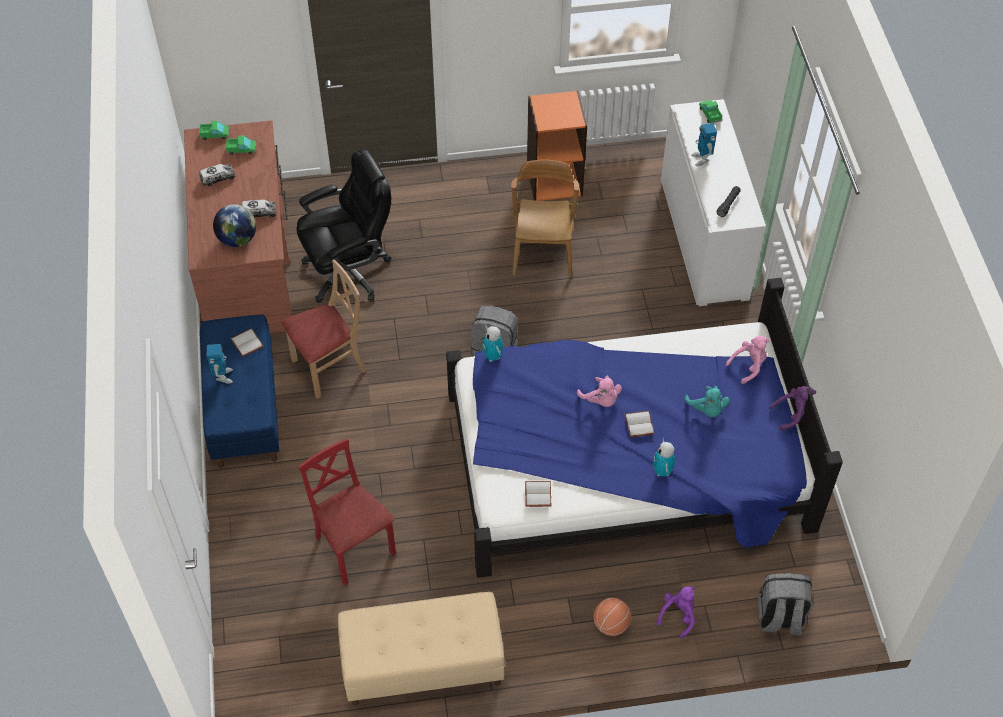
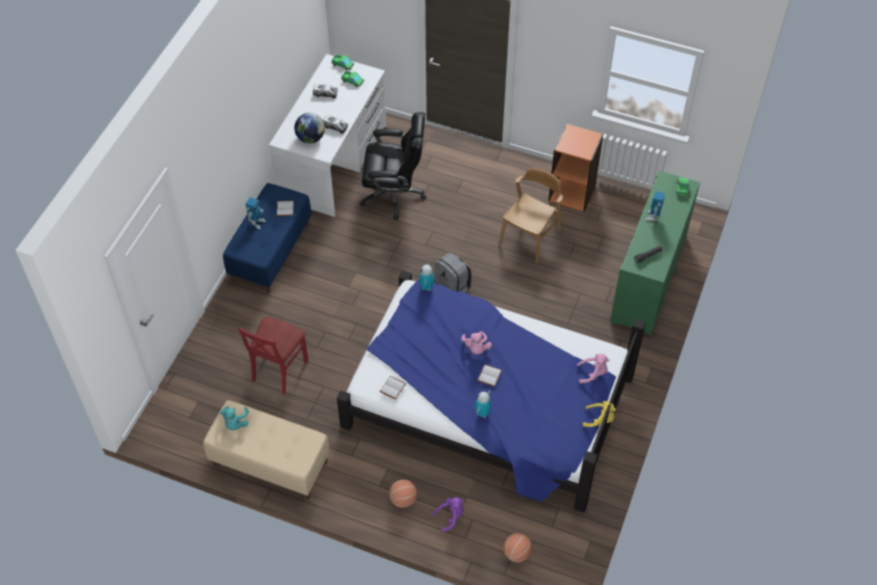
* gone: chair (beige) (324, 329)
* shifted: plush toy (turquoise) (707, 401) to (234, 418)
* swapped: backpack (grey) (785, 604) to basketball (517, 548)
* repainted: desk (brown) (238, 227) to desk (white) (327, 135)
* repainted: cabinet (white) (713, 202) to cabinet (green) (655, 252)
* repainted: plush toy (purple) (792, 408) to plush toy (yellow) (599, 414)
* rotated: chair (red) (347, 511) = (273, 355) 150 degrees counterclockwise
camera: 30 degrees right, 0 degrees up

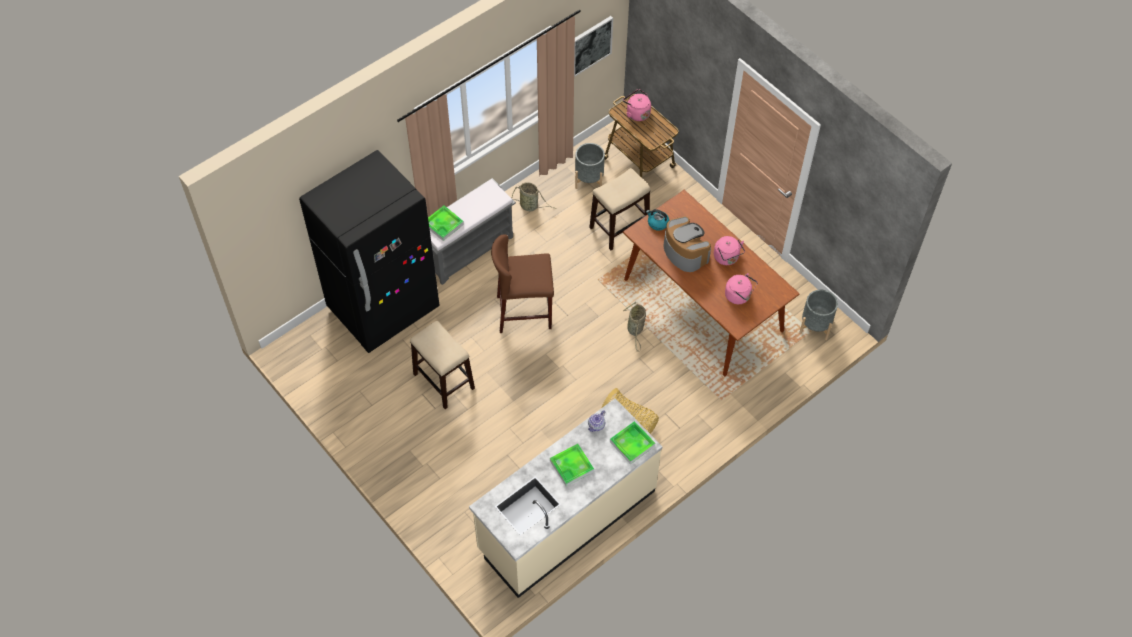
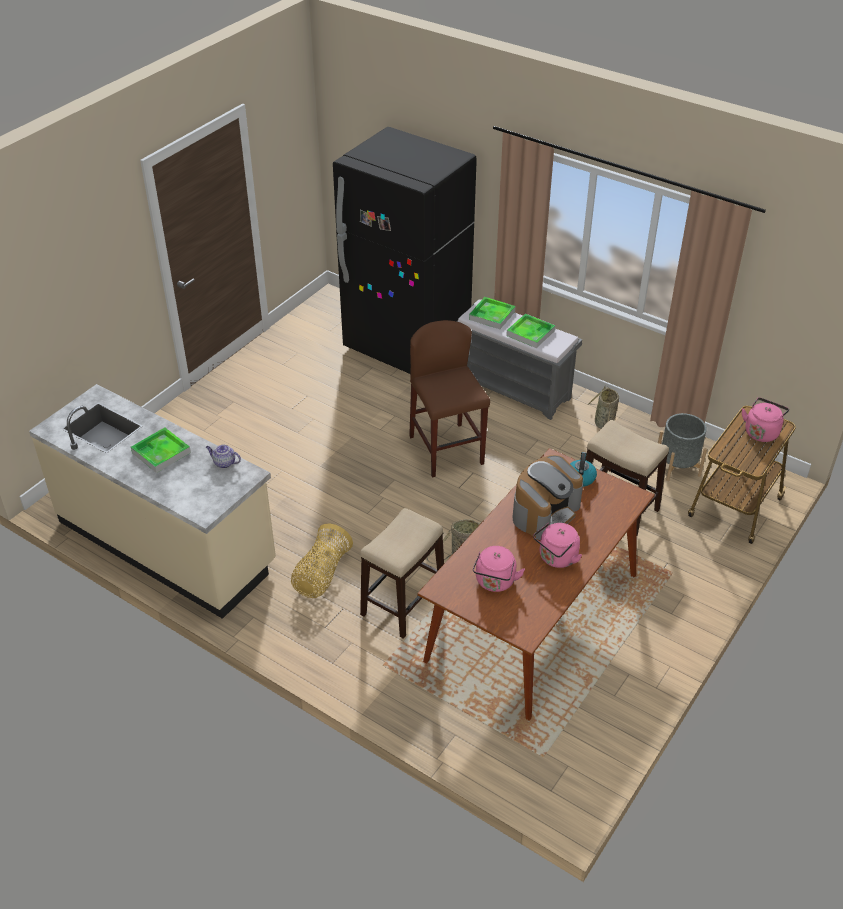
* gone: picture (593, 46)
* gone: planter (grey) (818, 314)
* shifted: stool (442, 365) to (402, 573)
* shifted: tray (632, 442) to (530, 331)
camera: 75 degrees right, 15 degrees down

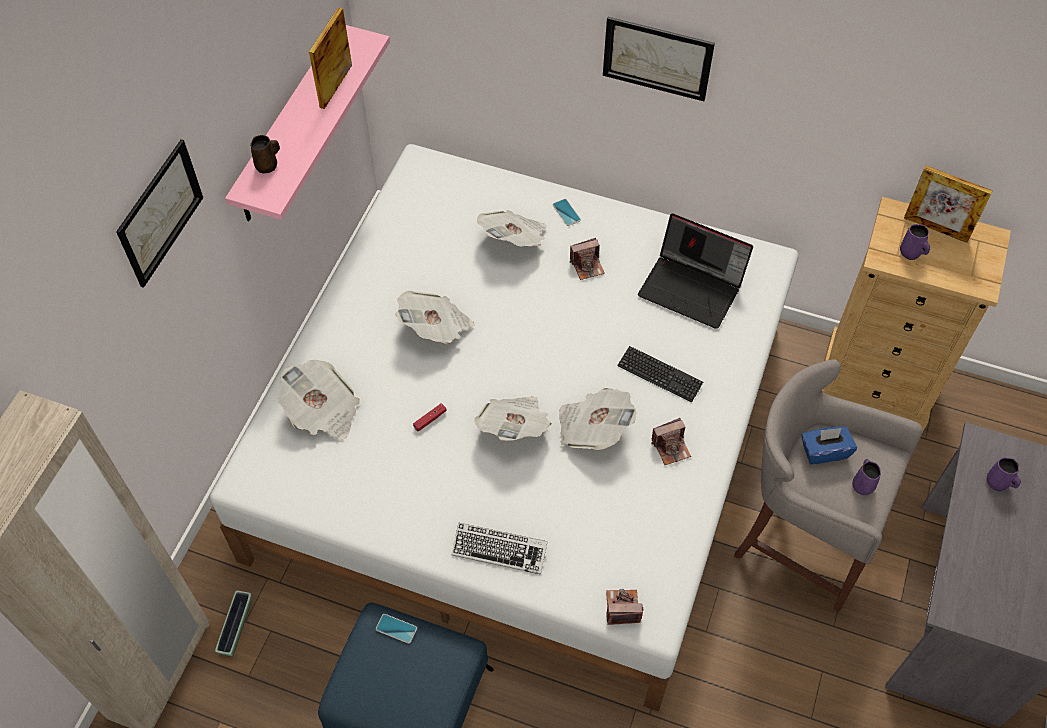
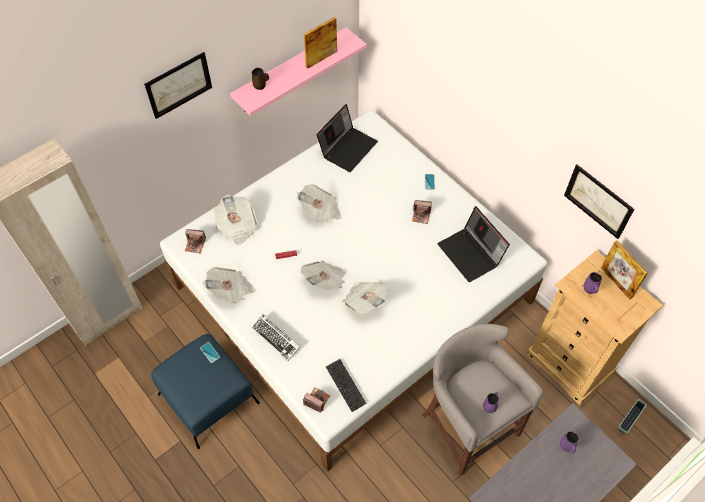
* gone: tissue box (blue) (829, 445)
* new: laptop (347, 138)
* shifted: planter (233, 623) to (632, 416)
* shifted: newspaper (512, 228) to (229, 285)
* shifted: picture (659, 59) to (599, 202)
* shifted: keyboard (660, 374) to (346, 385)
* shifted: photo camera (671, 441) to (195, 241)
camera: 30 degrees right, 0 degrees up

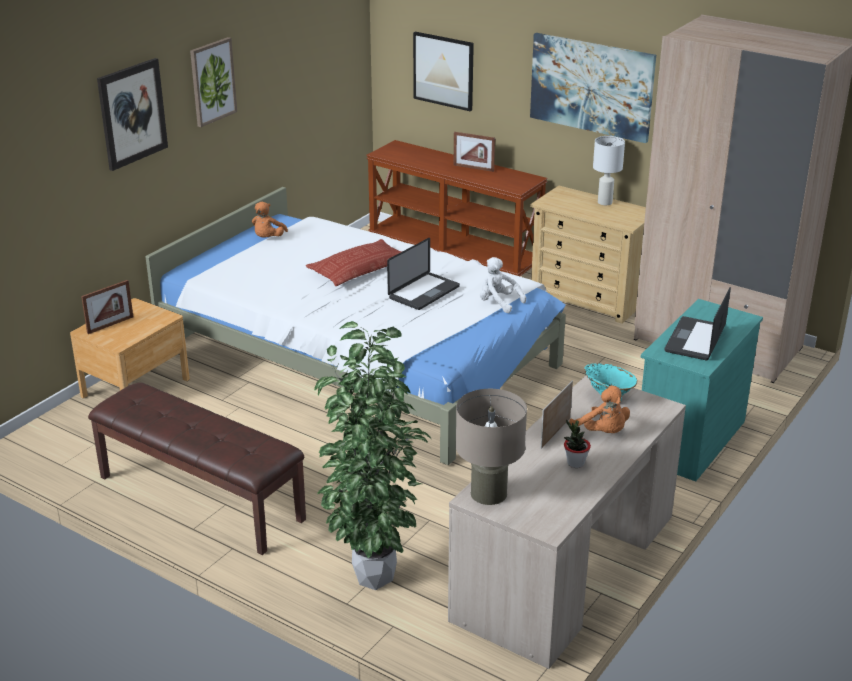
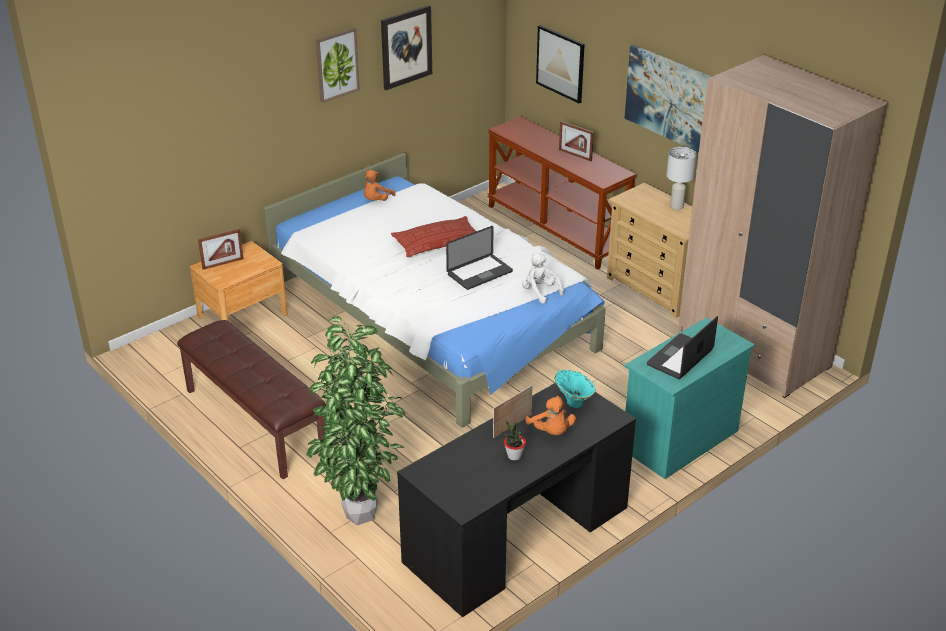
* gone: table lamp (beige) (491, 447)
* shifted: picture (132, 114) to (406, 47)
* repainted: desk (beige) (567, 522) to desk (black) (516, 500)
camera: 15 degrees right, 5 degrees up

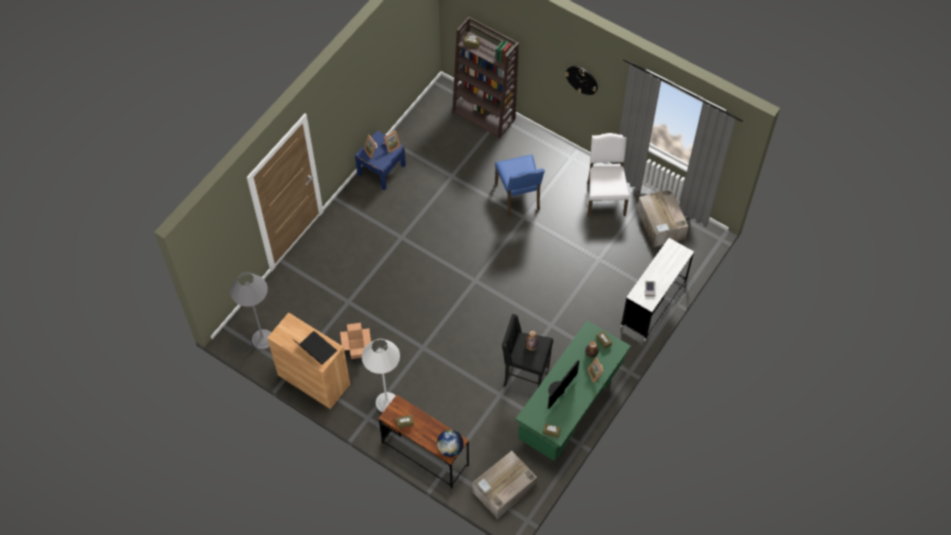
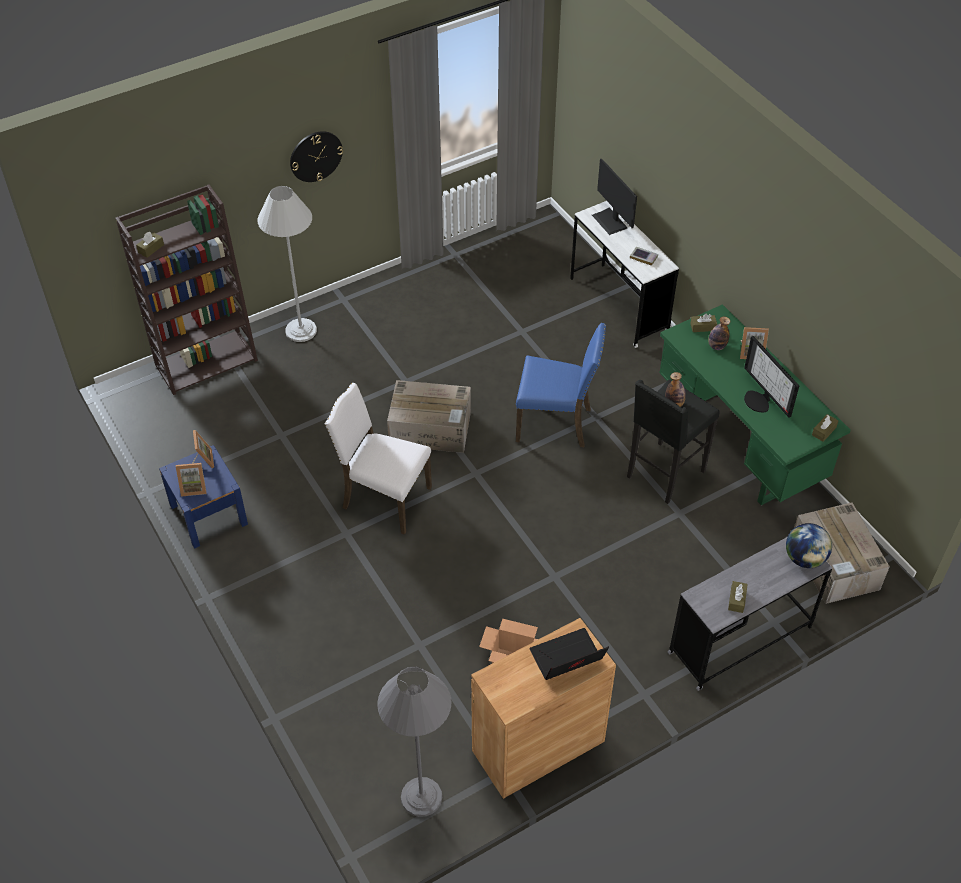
* new: monitor (614, 196)
* shifted: floor lamp (white) (381, 375) to (287, 264)
* shifted: chair (blue) (520, 186) to (561, 385)
* shifted: chair (white) (608, 175) to (378, 459)
* shifted: cardboard box (663, 218) to (429, 416)
* repainted: desk (brown) (423, 442) to desk (grey) (750, 614)
camera: 65 degrees left, 10 degrees down

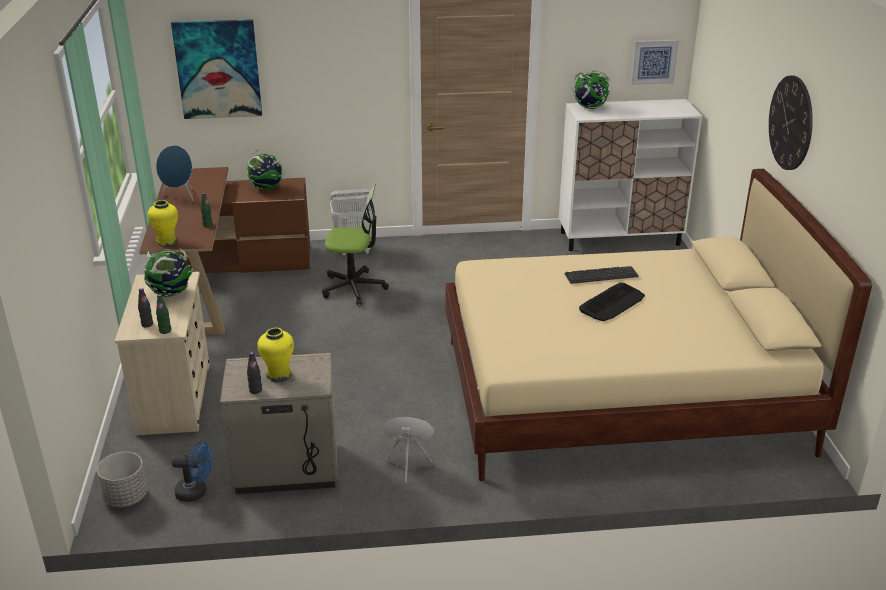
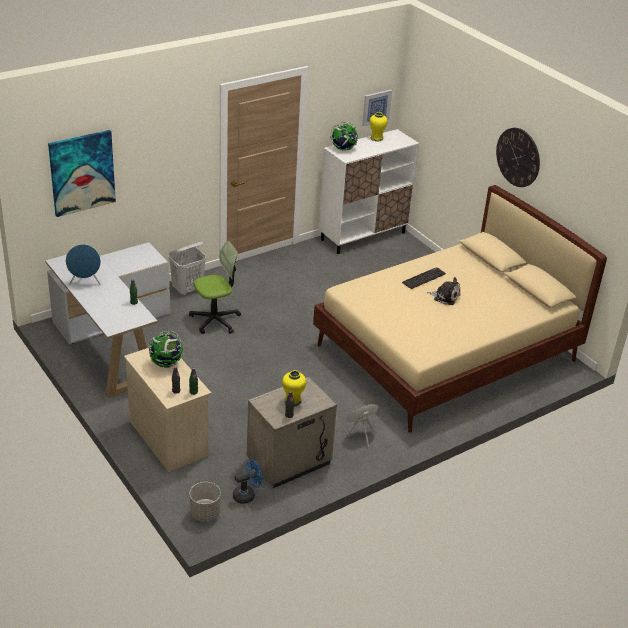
* gone: globe (265, 170)
* shifted: vase (yellow) (162, 223) to (378, 127)
* swapped: keyboard (612, 301) to plush toy (444, 291)
* repainted: desk (brown) (224, 251) to desk (white) (107, 320)
camera: 30 degrees left, 5 degrees up

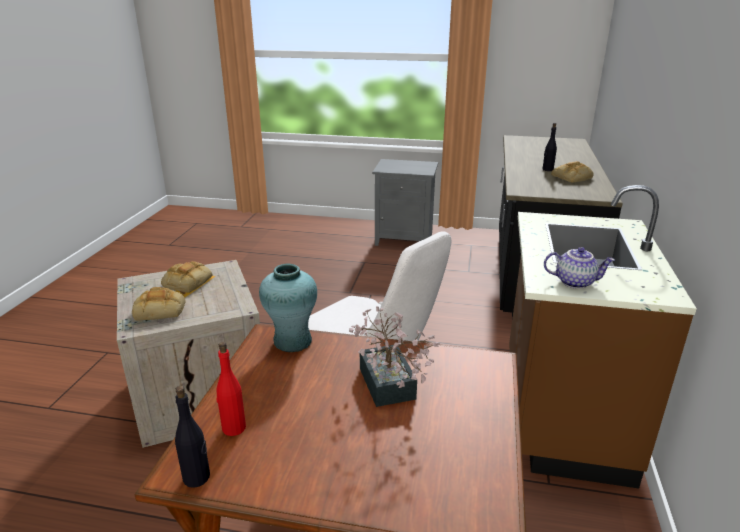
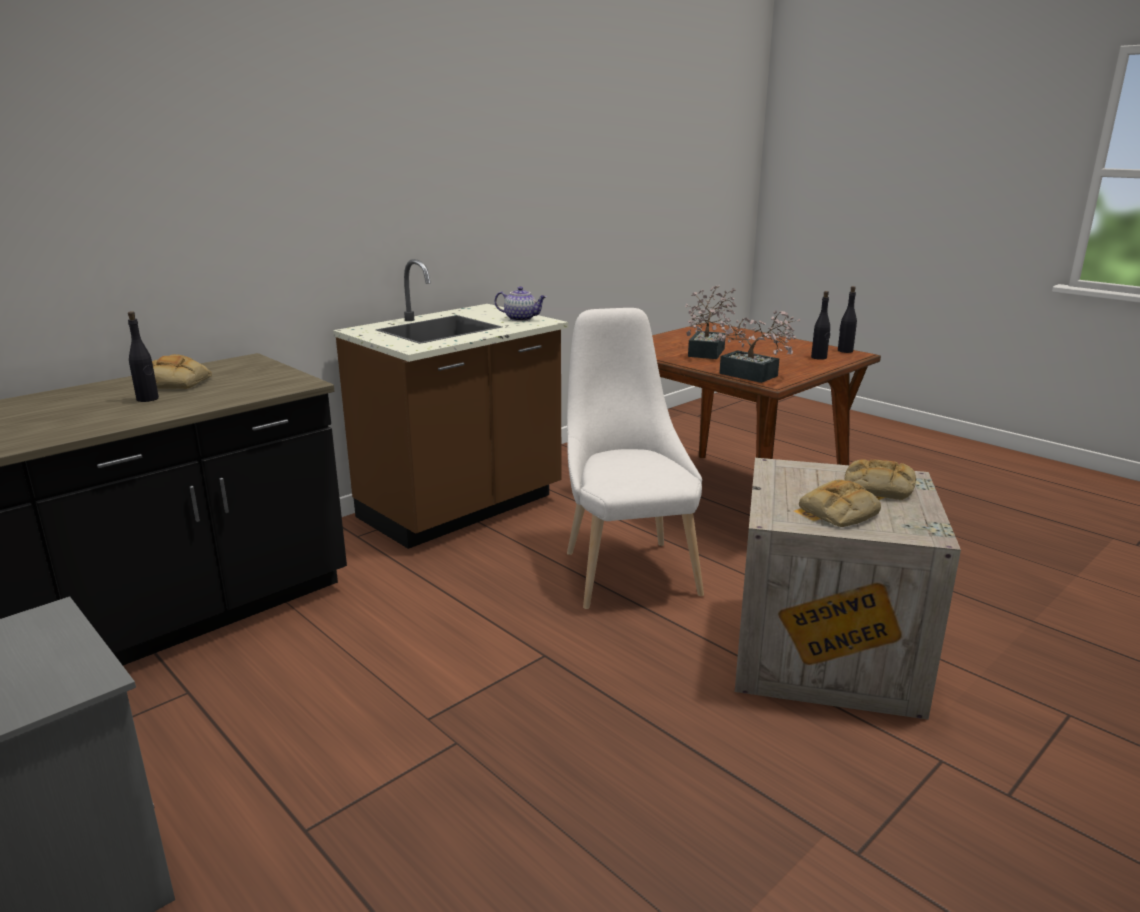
* swapped: vase (turquoise) (288, 308) to potted plant (756, 346)
* repainted: bottle (red) (231, 389) to bottle (black) (820, 325)
* rotated: teapot (579, 268) = (521, 303) 150 degrees clockwise
camera: 145 degrees left, 5 degrees down

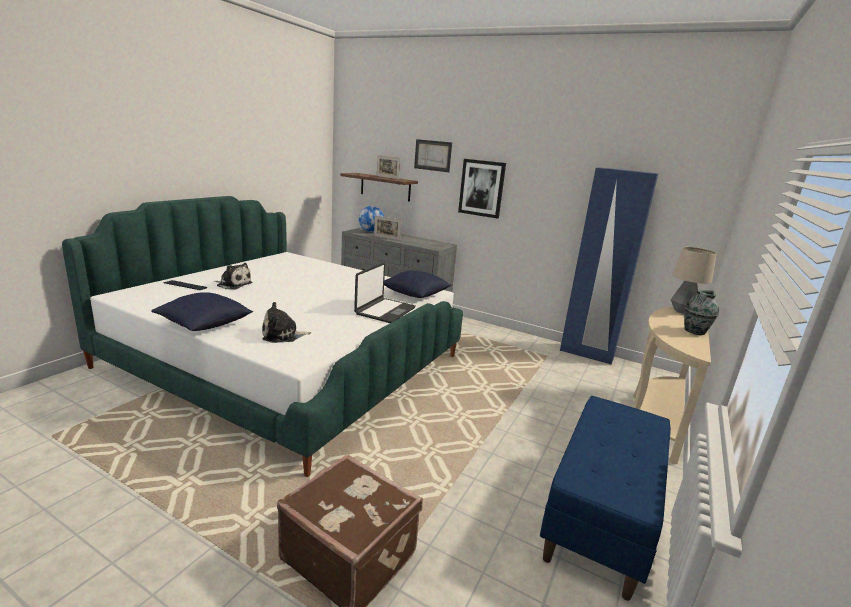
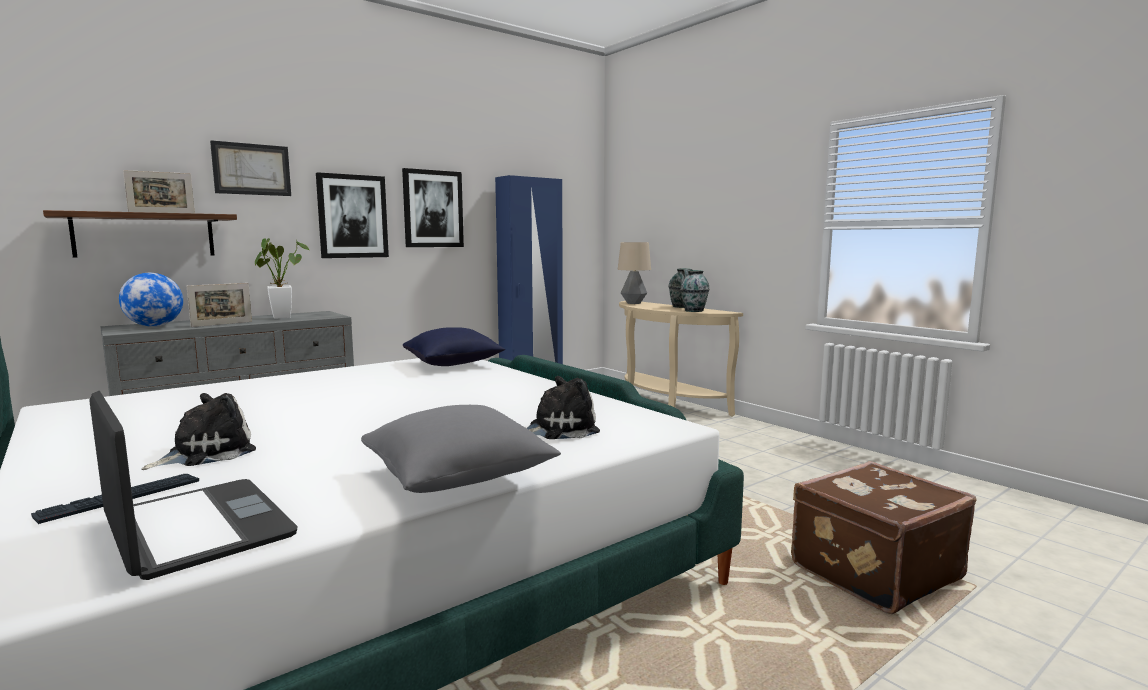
* gone: bench (blue) (605, 498)
* new: potted plant (281, 278)
* new: picture (433, 207)
* new: vase (694, 291)
* shifted: laptop (385, 293) to (193, 485)
* repainted: pillow (blue) (202, 311) to pillow (grey) (461, 449)
* rotated: plush toy (286, 322) = (563, 407) 120 degrees counterclockwise
camera: 65 degrees left, 10 degrees down

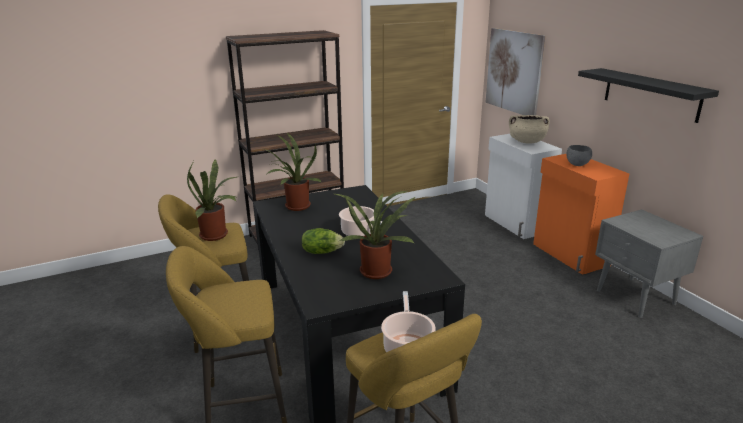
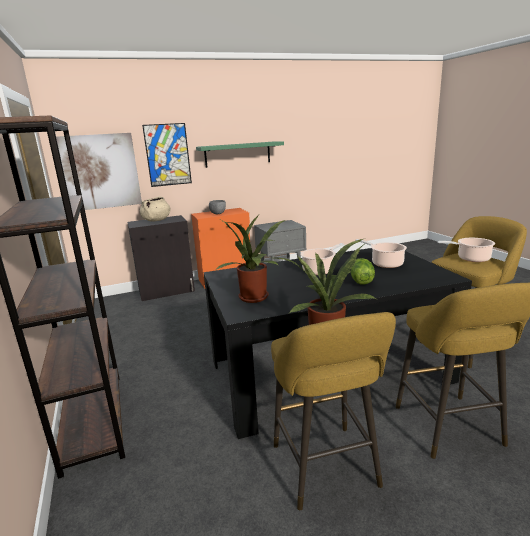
* new: picture (167, 155)
* swapped: potted plant (375, 235) to cooking pot (381, 253)
* repainted: cabinet (white) (523, 186) to cabinet (black) (161, 258)
* repainted: shelf (black) (648, 95) to shelf (green) (240, 154)
camera: 85 degrees left, 5 degrees down

